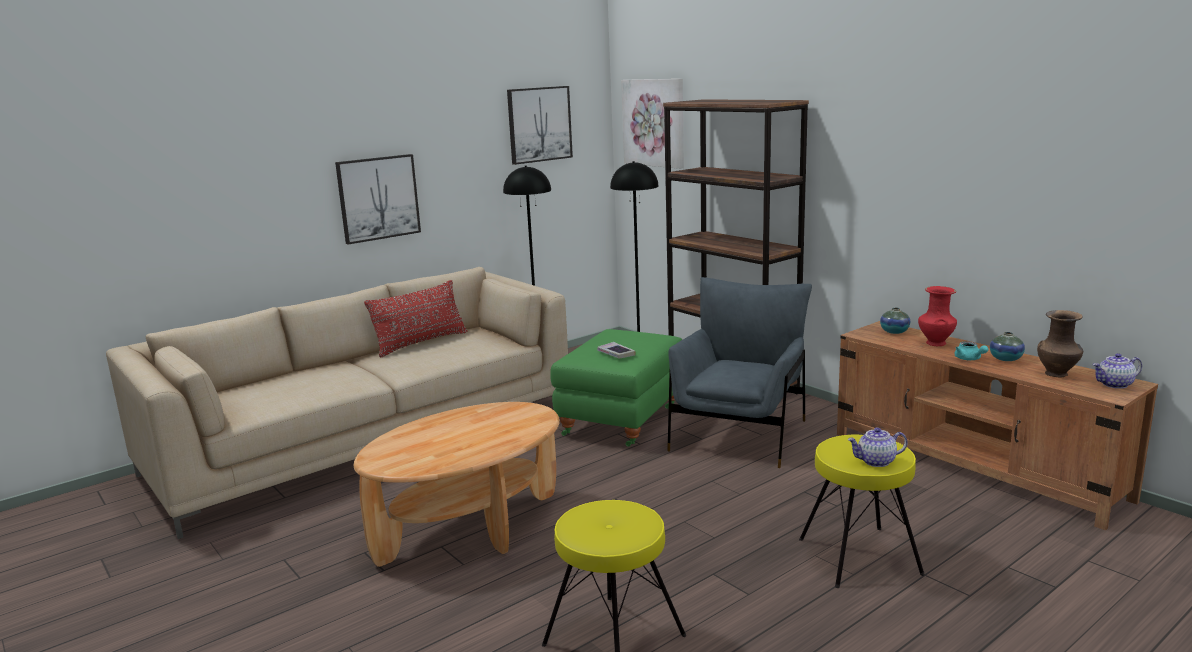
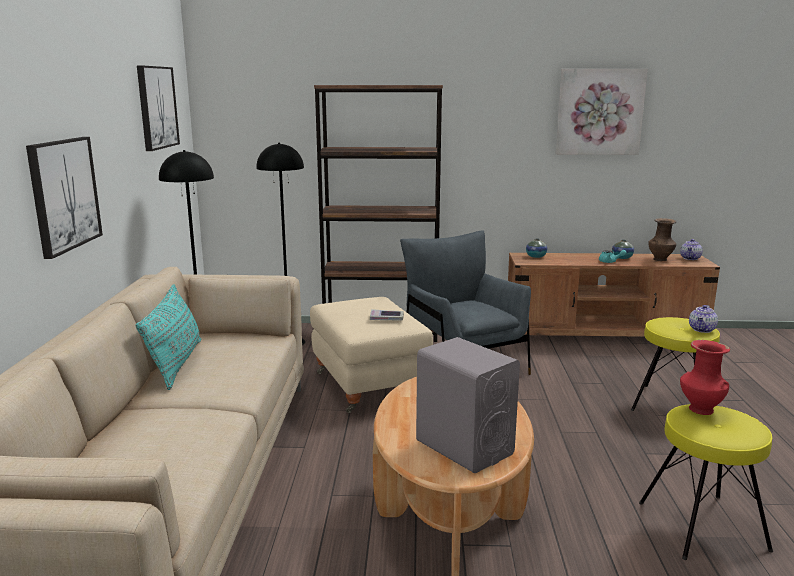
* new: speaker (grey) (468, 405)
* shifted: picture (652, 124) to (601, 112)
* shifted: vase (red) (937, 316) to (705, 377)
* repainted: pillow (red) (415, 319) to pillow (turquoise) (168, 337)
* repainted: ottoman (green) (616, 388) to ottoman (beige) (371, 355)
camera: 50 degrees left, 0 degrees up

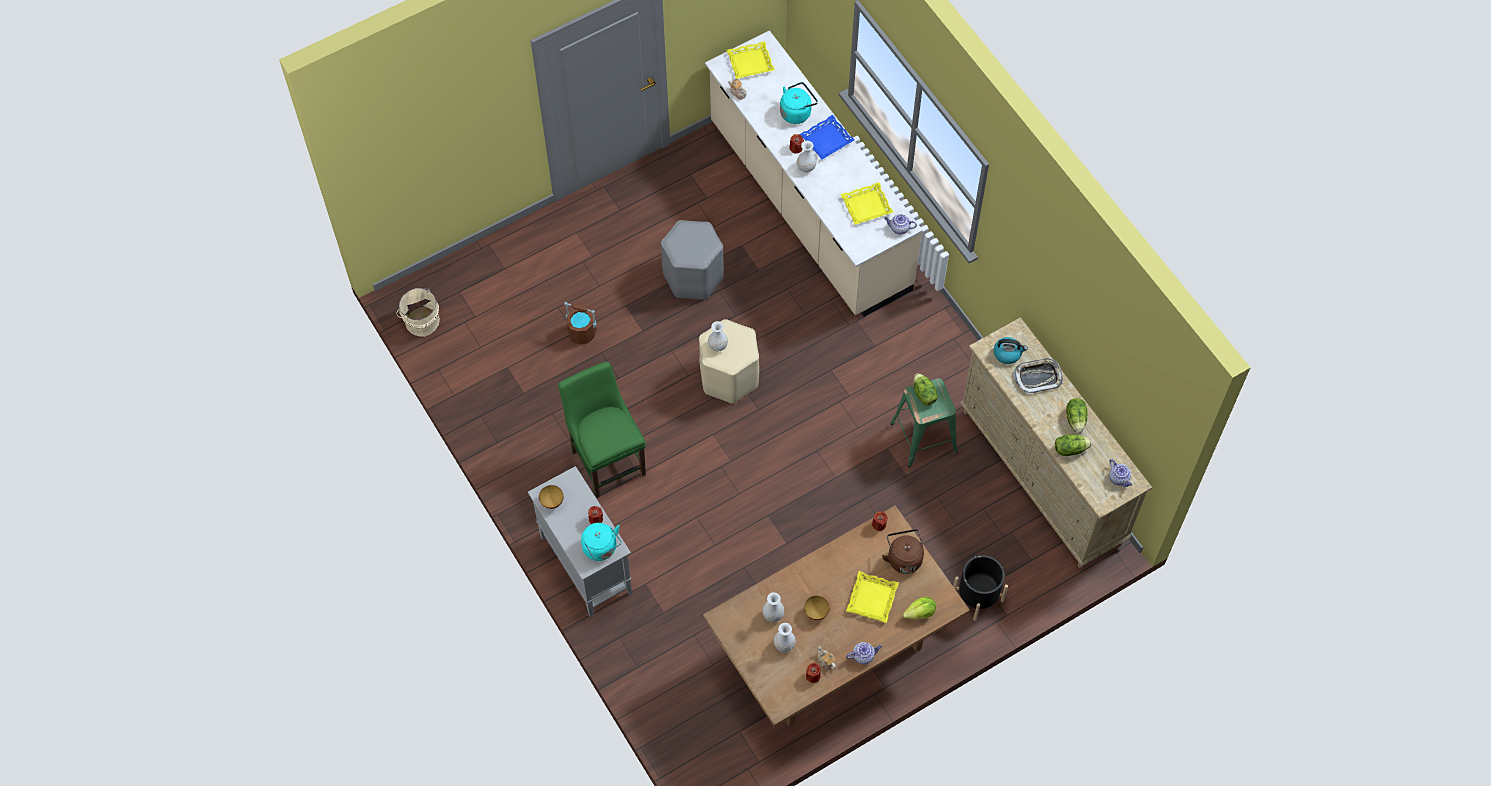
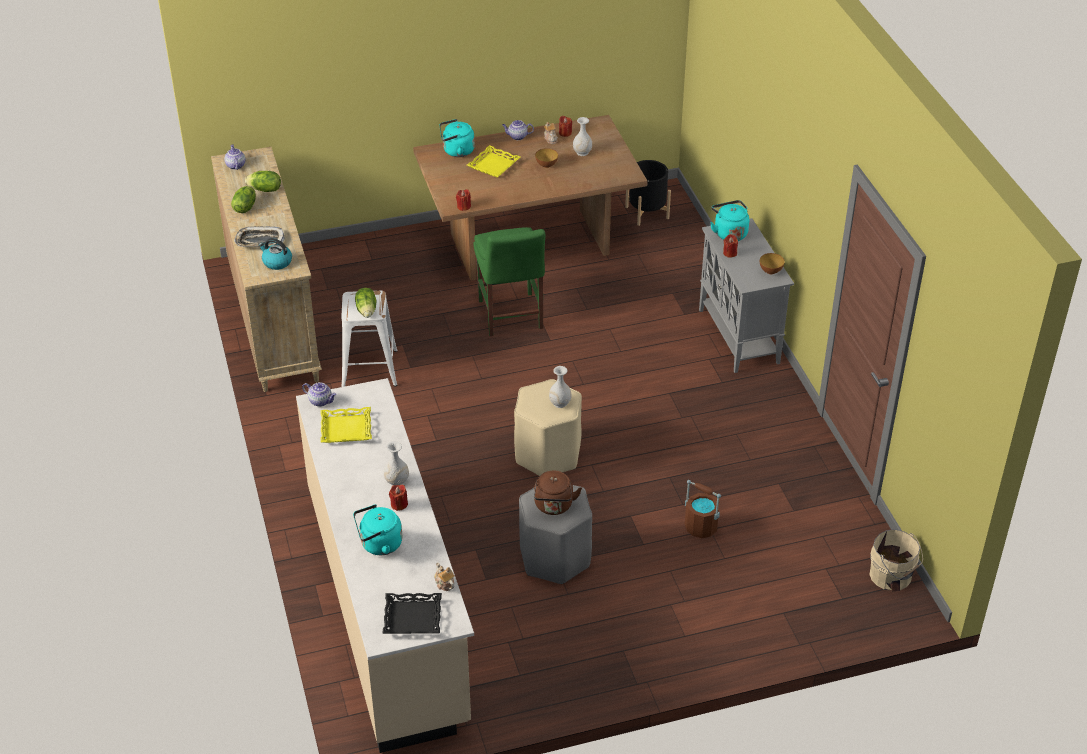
* gone: vase (white) (773, 607)
* gone: tray (blue) (827, 137)
* shifted: chair (green) (602, 429) to (509, 281)
* shifted: kettle (brown) (903, 551) to (558, 493)
* shifted: planter (black) (980, 588) to (648, 193)
* swapped: lettuce (919, 608) to kettle (turquoise) (457, 138)
* repainted: tray (yellow) (751, 60) to tray (black) (412, 613)
* repainted: stool (green) (924, 422) to stool (white) (369, 339)
camera: 165 degrees left, 20 degrees down

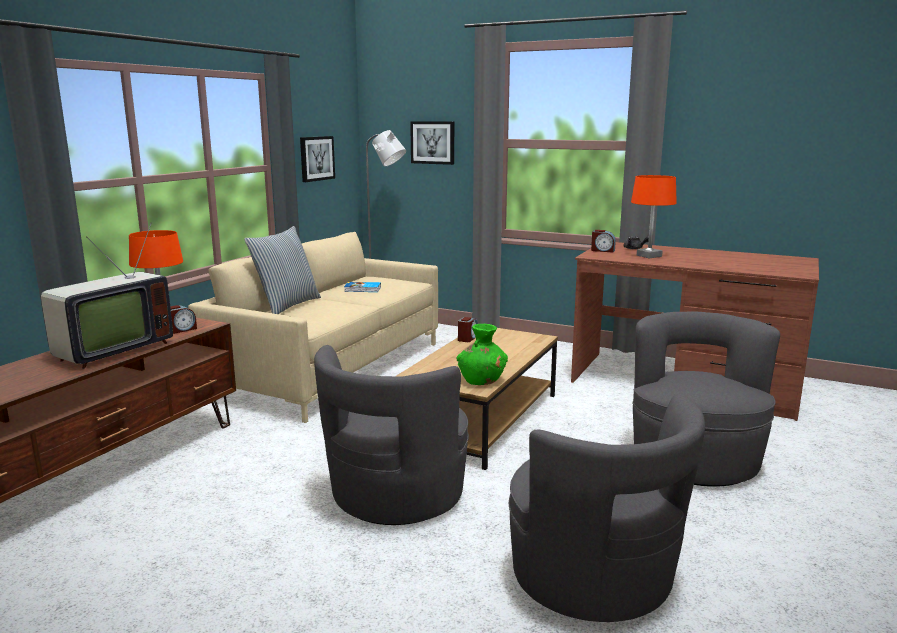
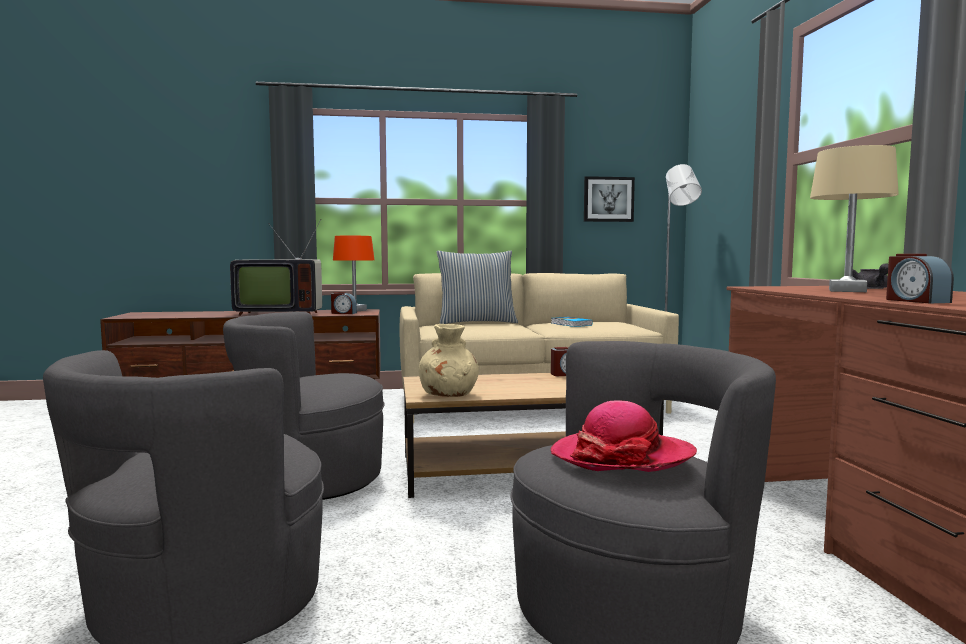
* gone: picture (432, 143)
* new: hat (624, 436)
* shifted: alarm clock (603, 241) to (920, 278)
* repainted: vase (green) (482, 354) to vase (beige) (449, 360)
* repainted: table lamp (orange) (654, 216) to table lamp (beige) (854, 218)
camera: 55 degrees right, 10 degrees down

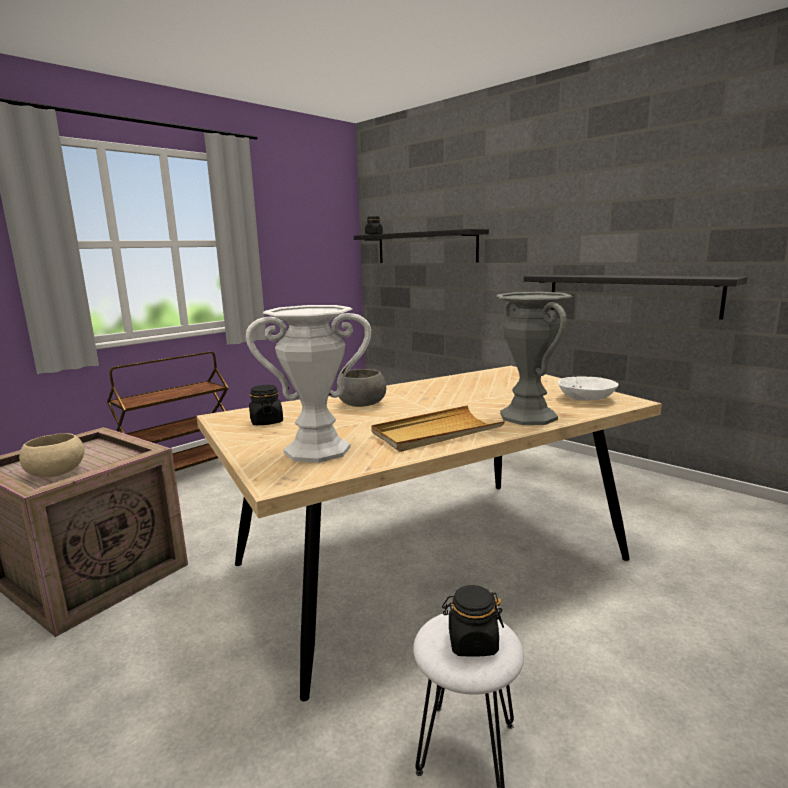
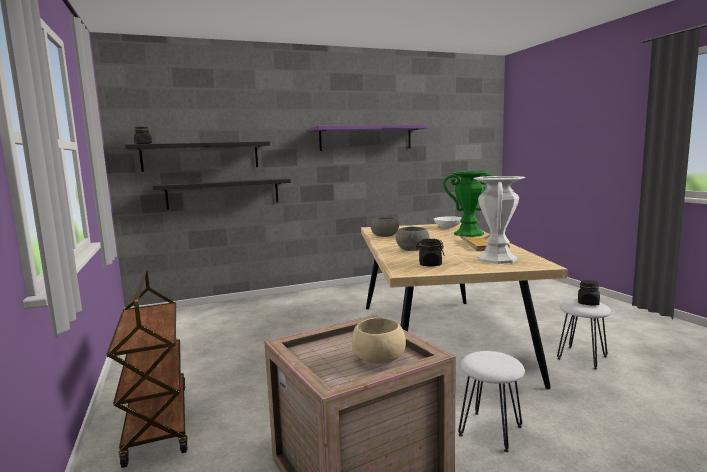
* new: shelf (purple) (369, 138)
* new: bowl (grey) (385, 227)
* new: stool (white) (491, 401)
* shifted: shelf (black) (636, 297) to (222, 194)
* repainted: vase (grey) (535, 358) to vase (green) (468, 204)
camera: 65 degrees left, 5 degrees down

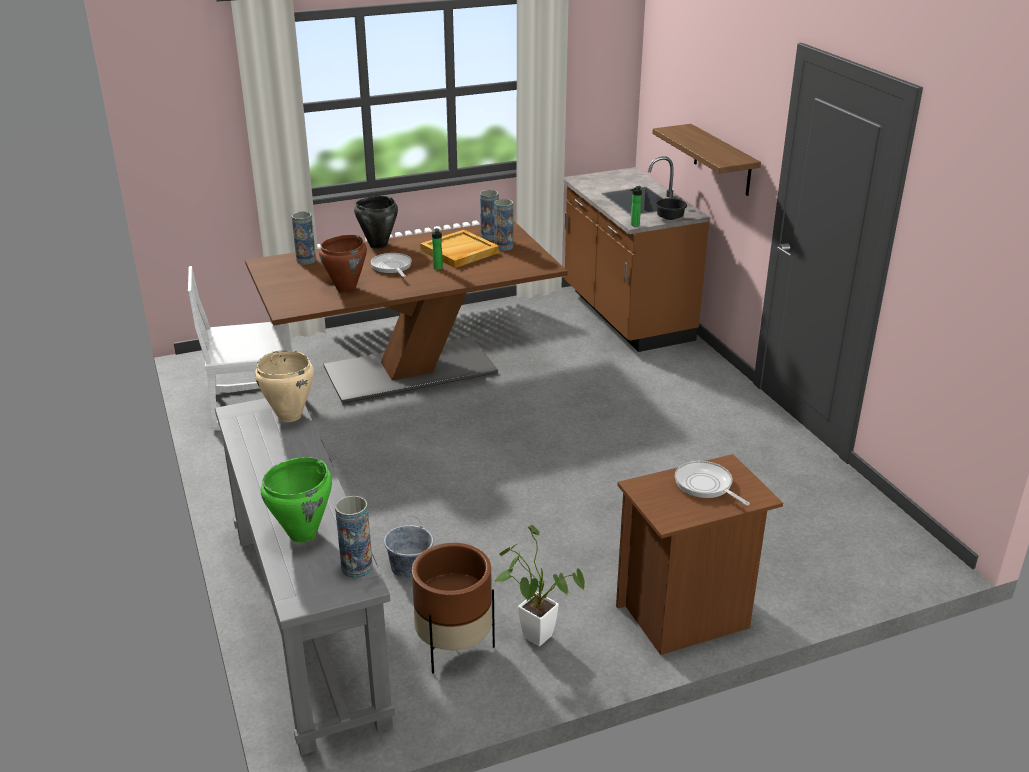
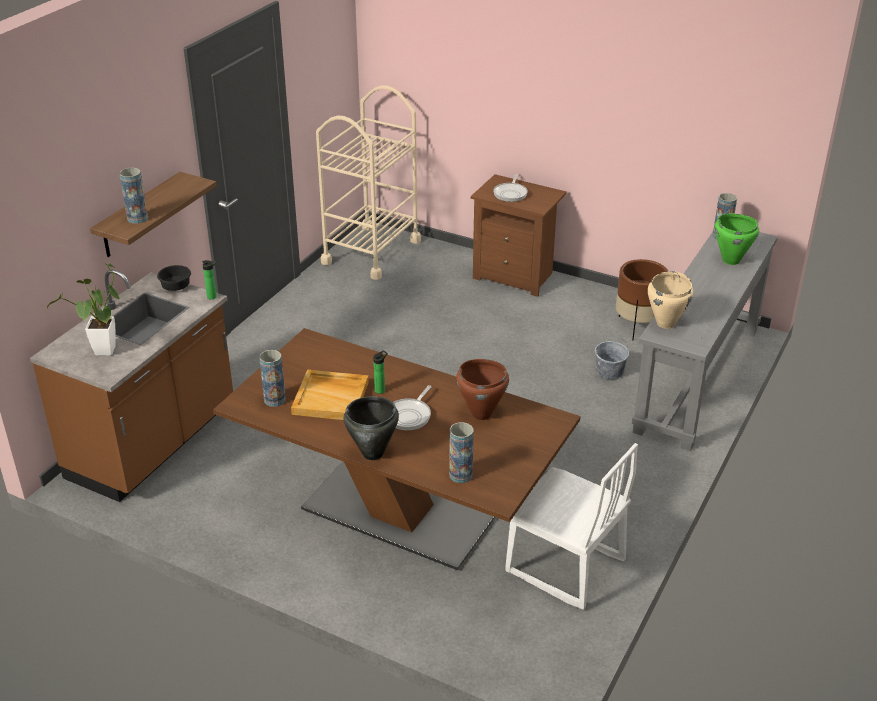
* new: cart (beige) (368, 182)
* shifted: vase (503, 225) to (133, 196)
* shifted: potted plant (540, 585) to (84, 309)
camera: 130 degrees left, 5 degrees up

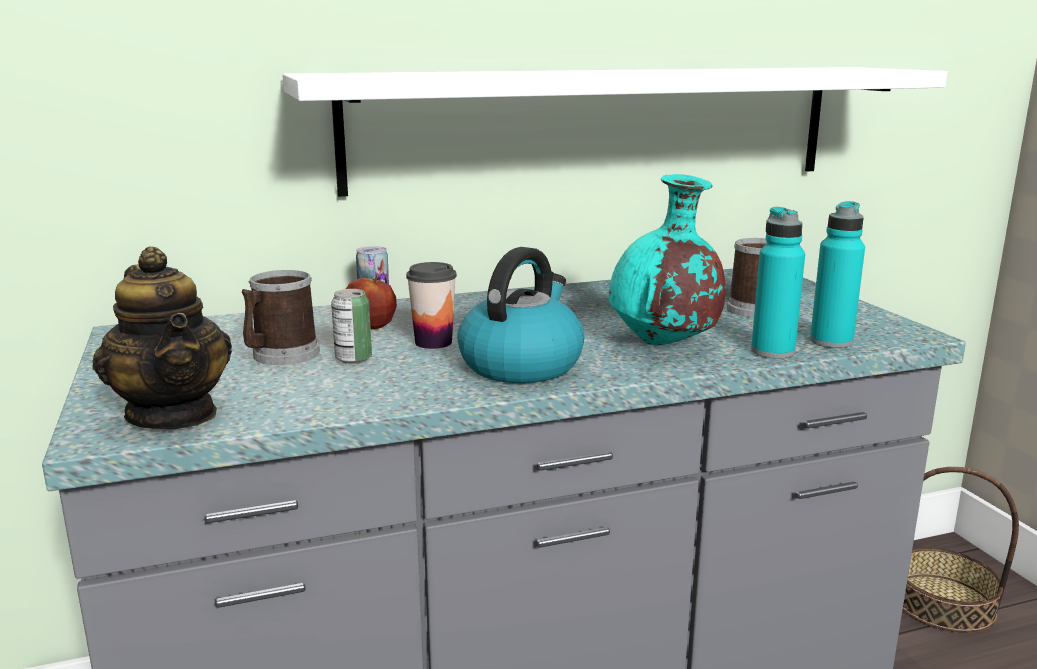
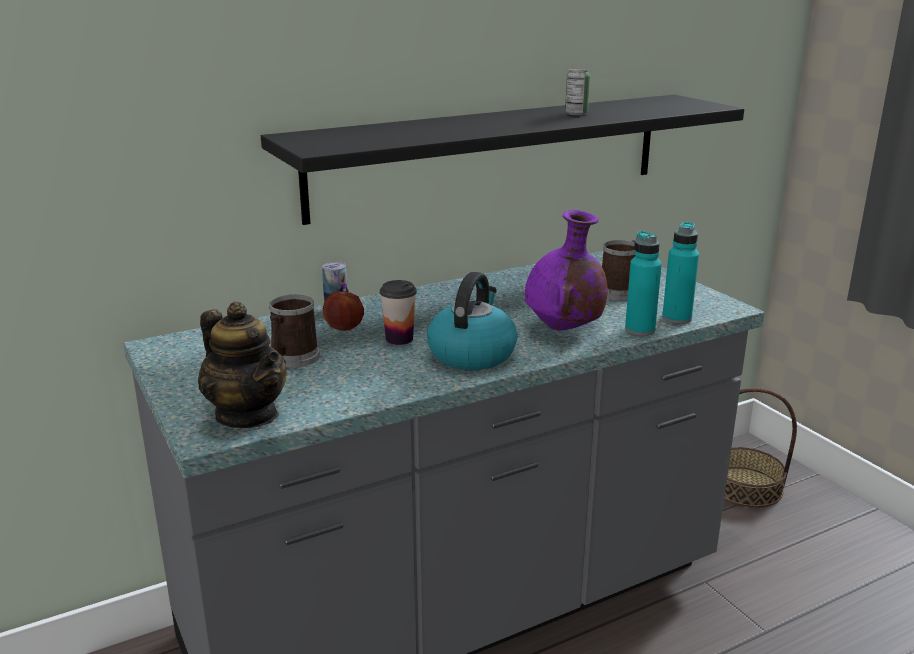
* shifted: can (351, 326) to (577, 91)
* repainted: shelf (white) (614, 132) to shelf (black) (502, 160)
* repainted: vase (turquoise) (667, 259) to vase (purple) (566, 270)
camera: 10 degrees left, 5 degrees up

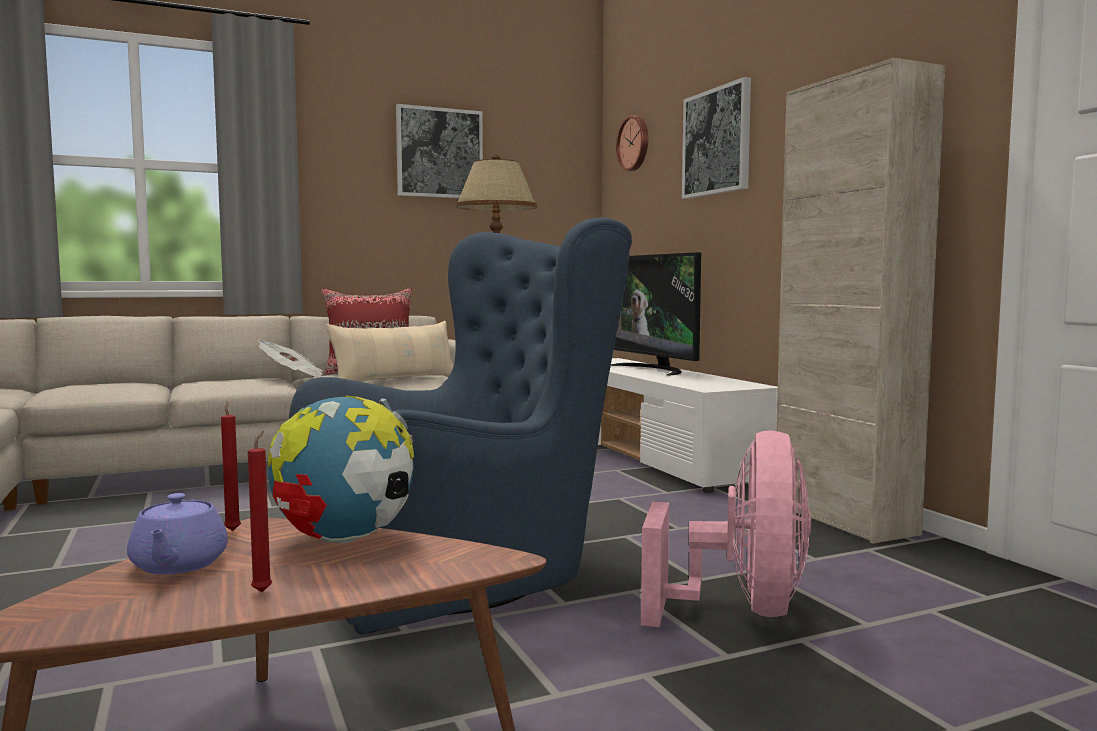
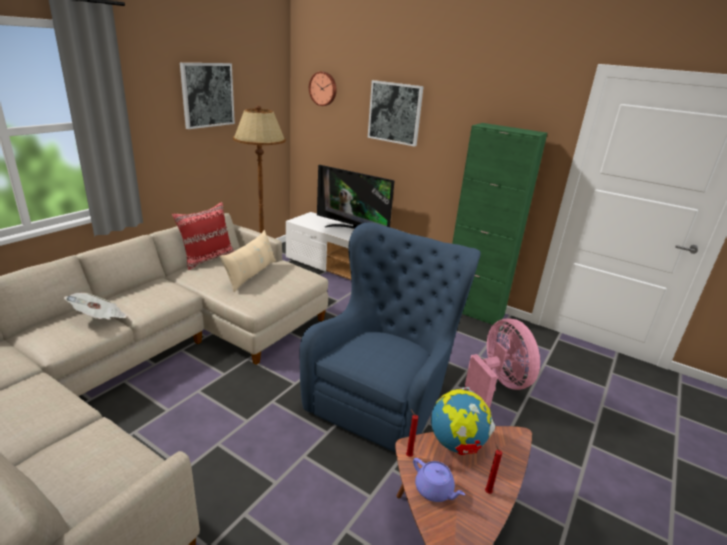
* shifted: newspaper (290, 359) to (95, 306)
* repainted: cabinet (beige) (860, 301) to cabinet (green) (499, 224)
camera: 35 degrees left, 20 degrees up

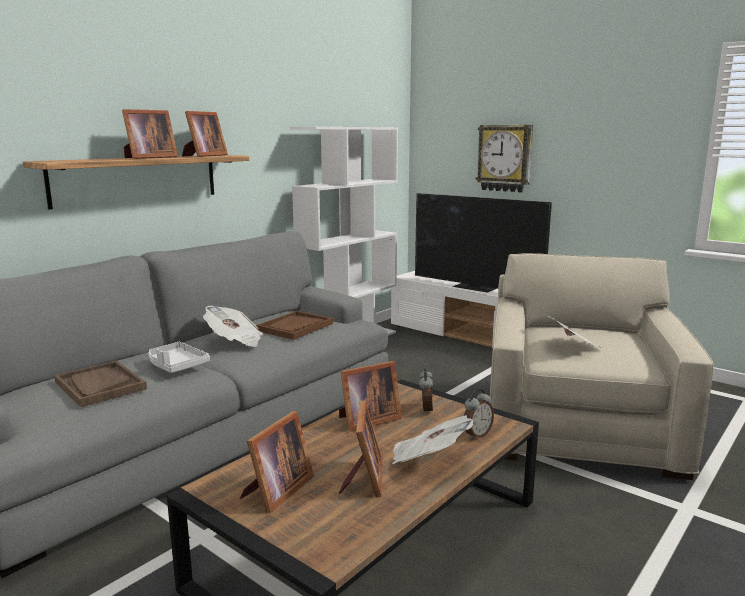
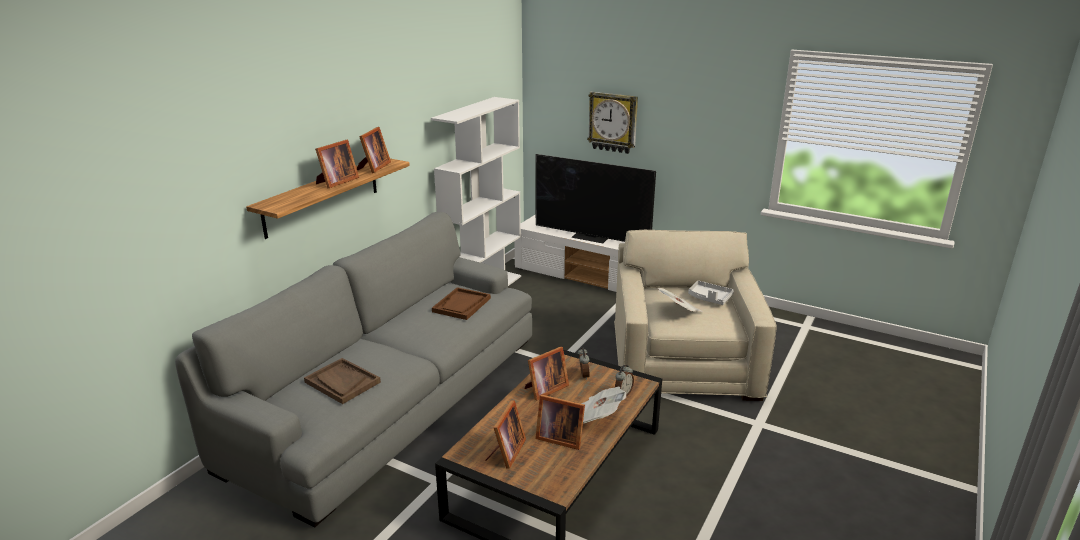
* gone: newspaper (233, 326)
* shifted: tray (grey) (179, 357) to (711, 293)
* rotated: picture frame (361, 449) = (560, 422) 120 degrees clockwise
camera: 10 degrees left, 10 degrees up

